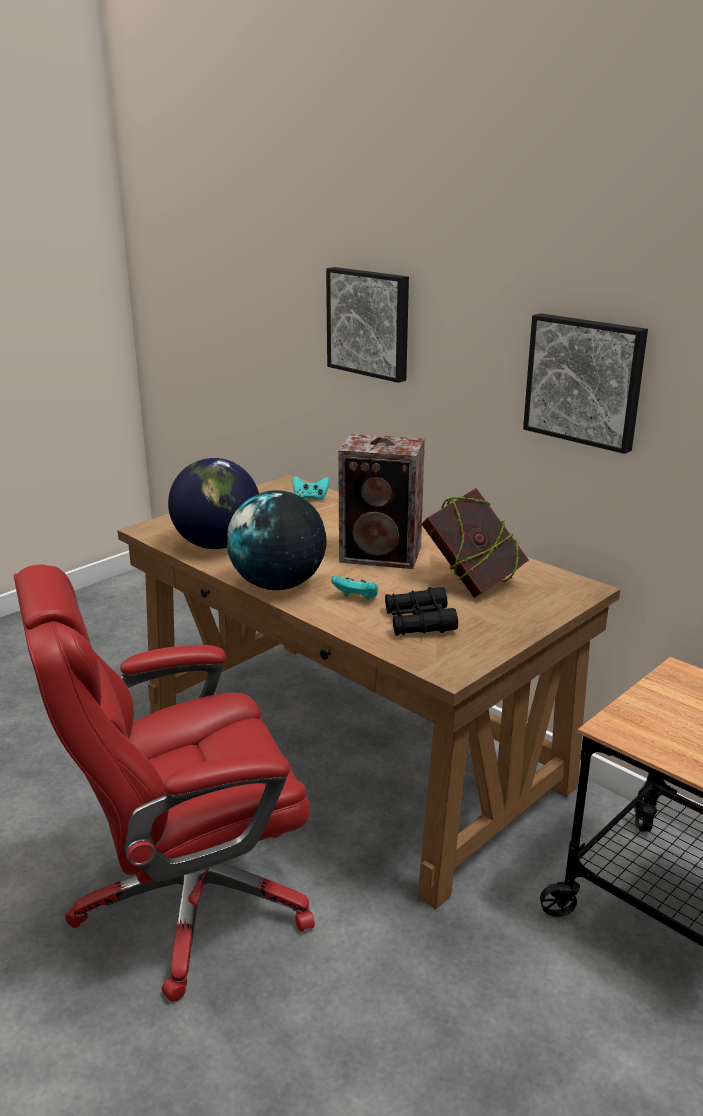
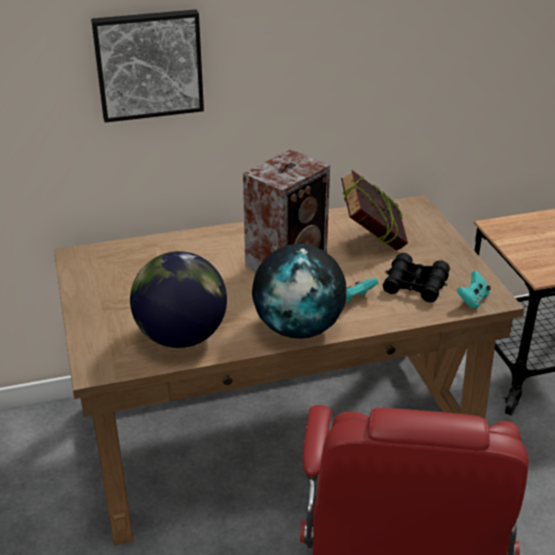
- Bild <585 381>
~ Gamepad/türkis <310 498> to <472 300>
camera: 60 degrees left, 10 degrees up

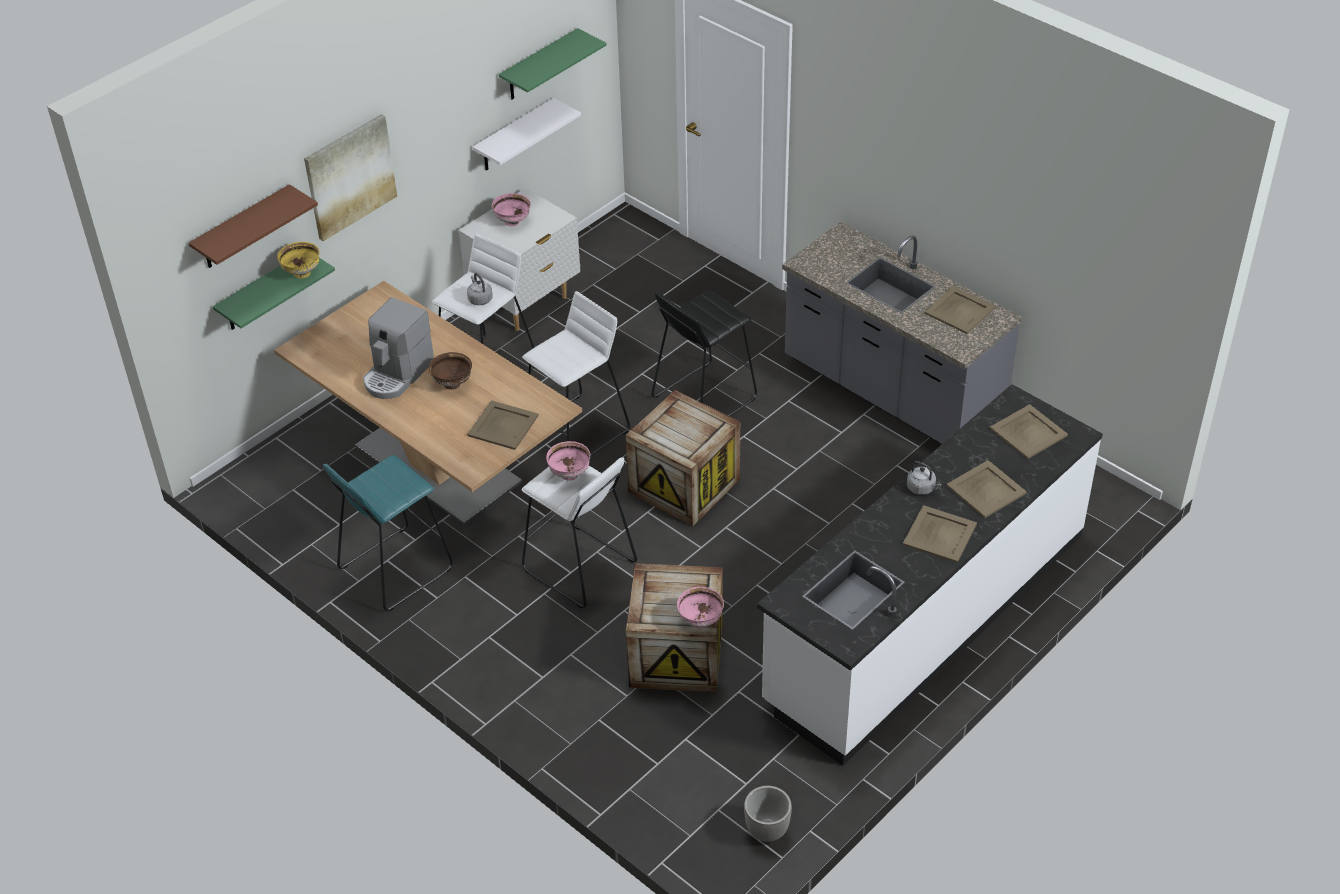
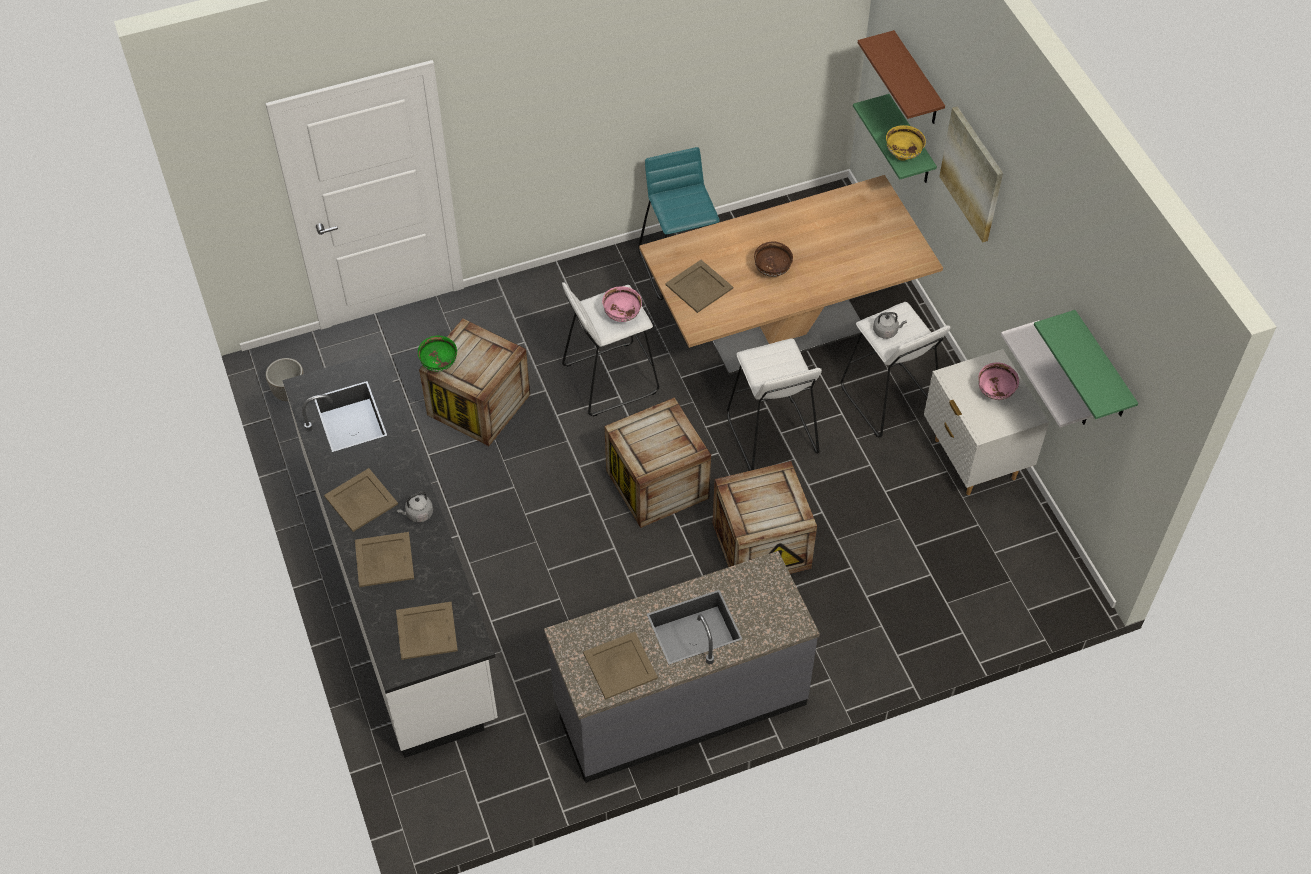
- Kaffeemaschine <397 374>
~ Hocker/schwarz <703 398> to Kiste <761 545>
~ Schüssel/rosa <700 620> to Schüssel/grün <439 365>
camera: 115 degrees right, 10 degrees up

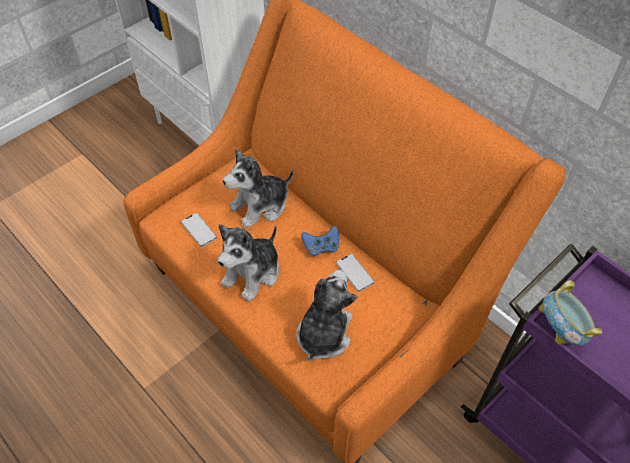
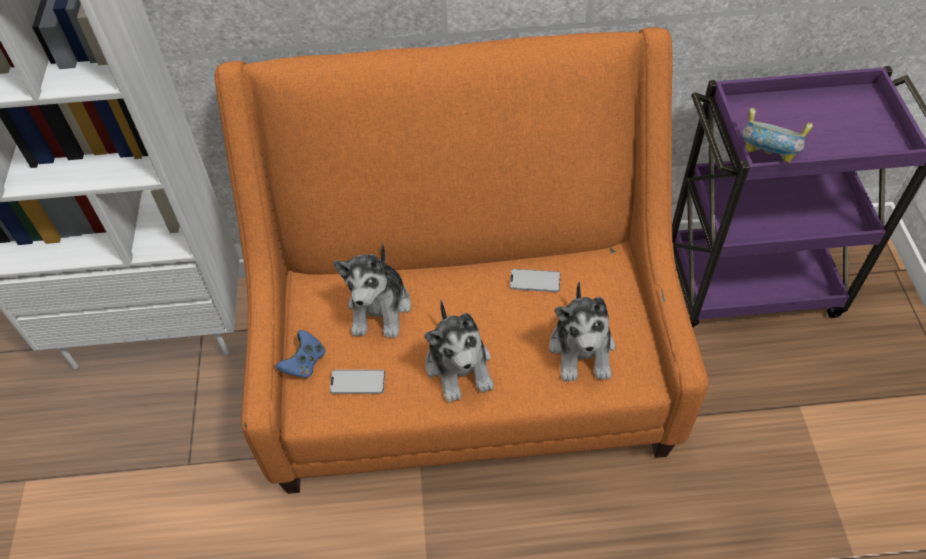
~ Gamepad/blau <321 247> to <304 363>
~ Plüschtier <323 334> = <582 349> 150 degrees counterclockwise
camera: 50 degrees left, 0 degrees up

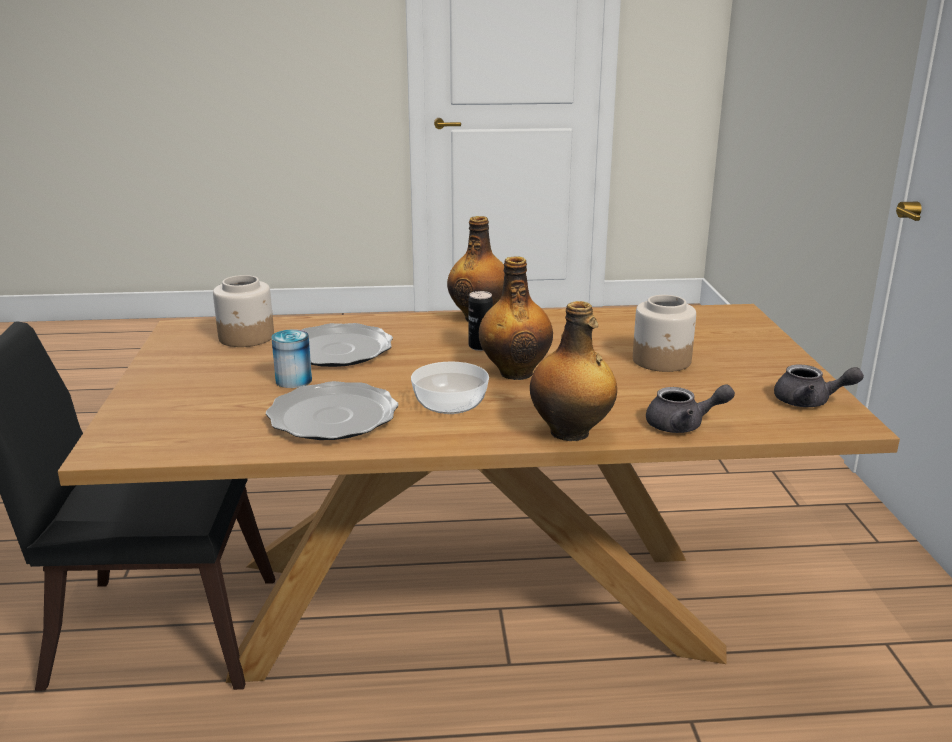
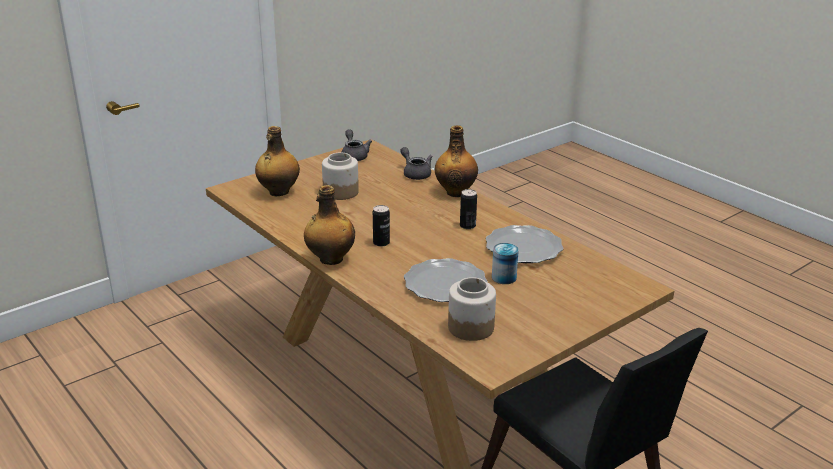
~ Flasche <515 372> to <278 192>
~ Schüssel <449 404> to Dose <467 226>
camera: 125 degrees left, 5 degrees up

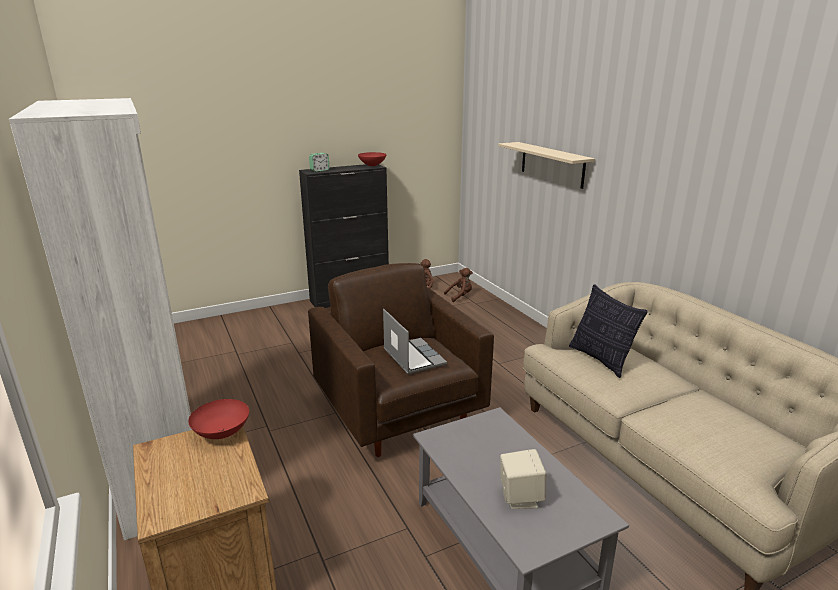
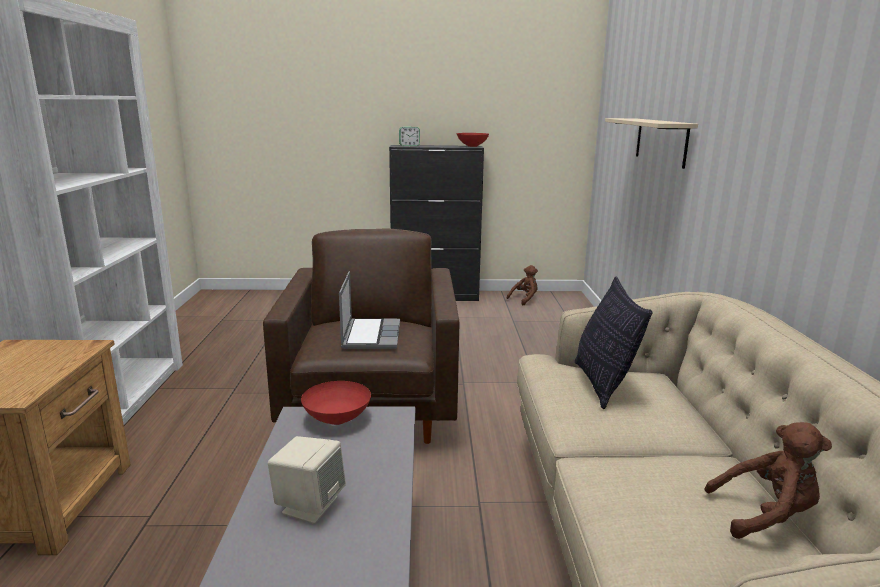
~ Schüssel/rot <222 432> to <337 418>
~ Plüschtier/braun <460 296> to <765 515>
camera: 25 degrees right, 5 degrees down

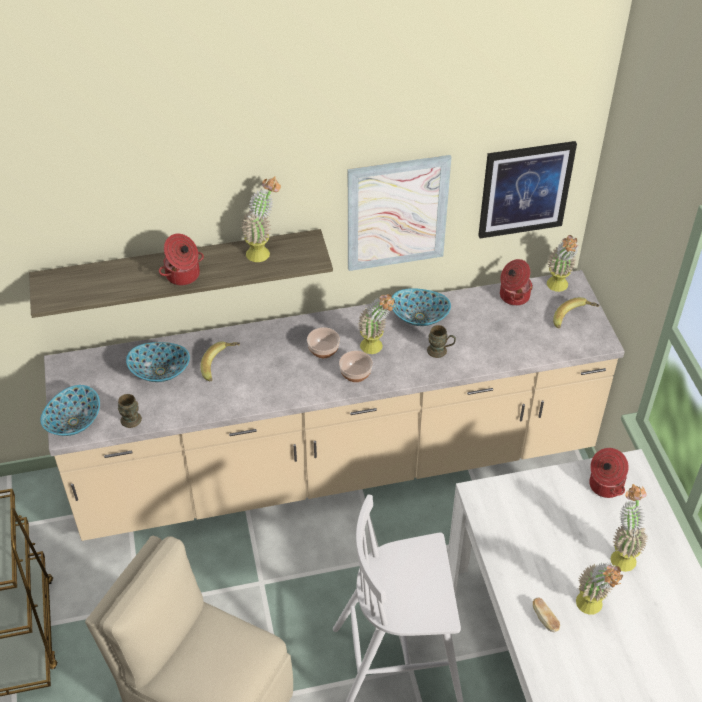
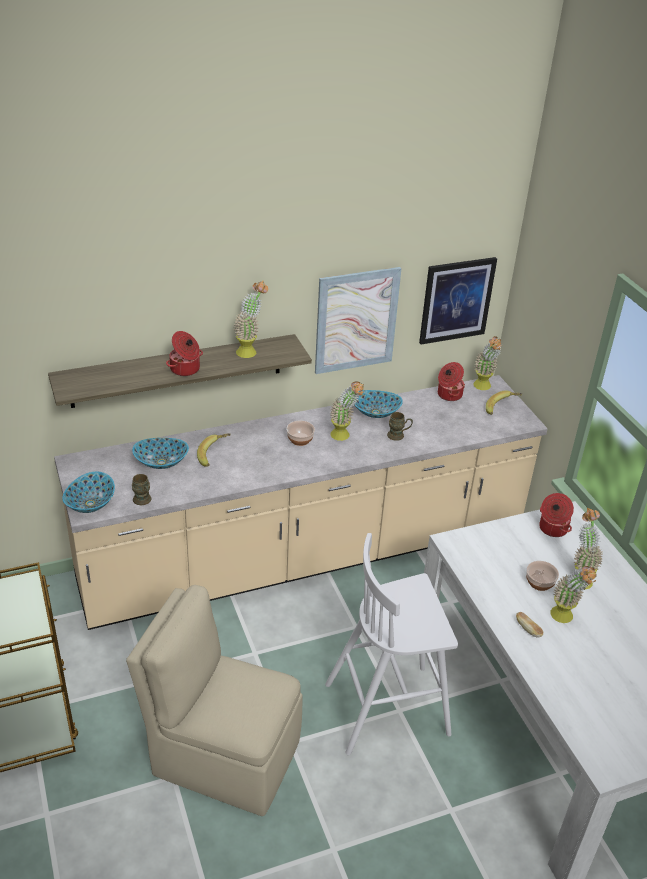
~ Schüssel <355 373> to <539 582>
camera: 10 degrees left, 10 degrees down

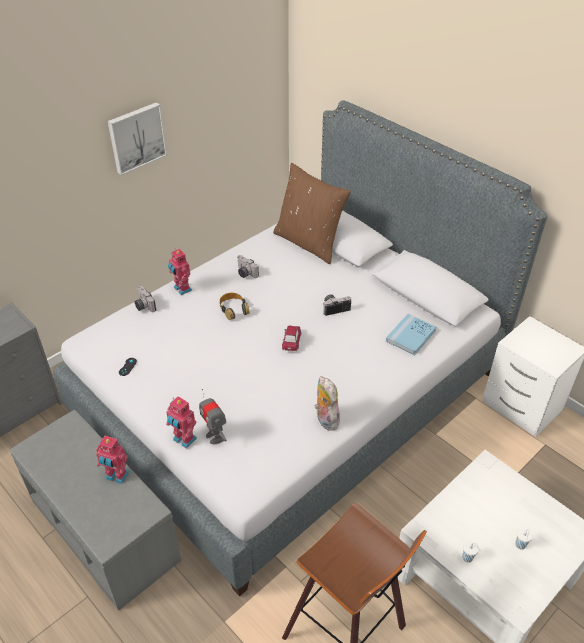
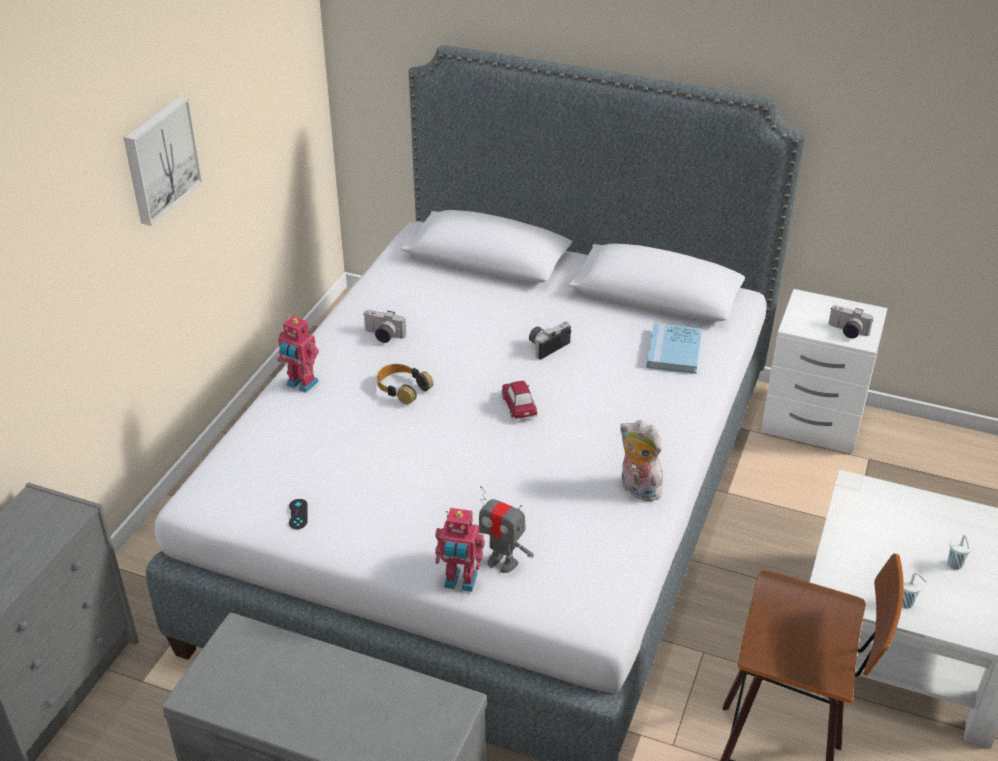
- Spielzeugroboter <116 476>
- Kissen/braun <309 242>
~ Kamera <143 305> to <847 332>
camera: 25 degrees left, 5 degrees down

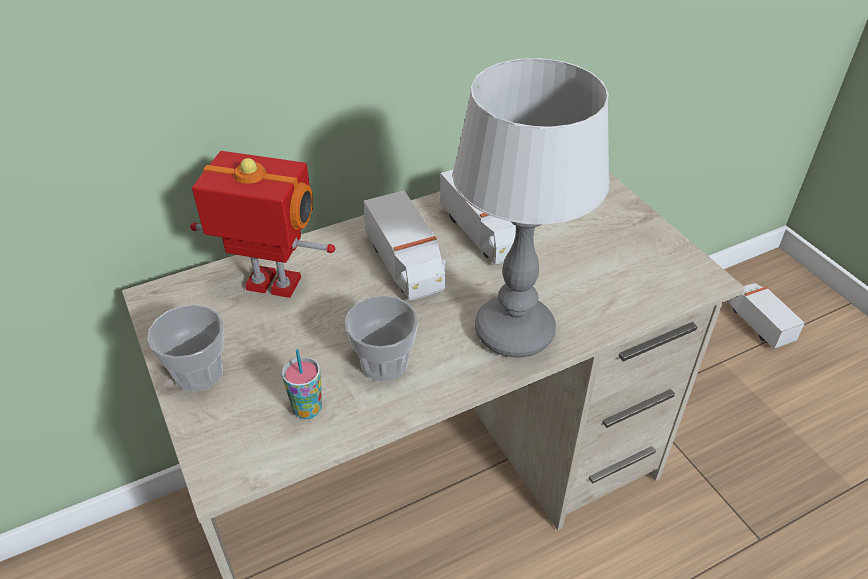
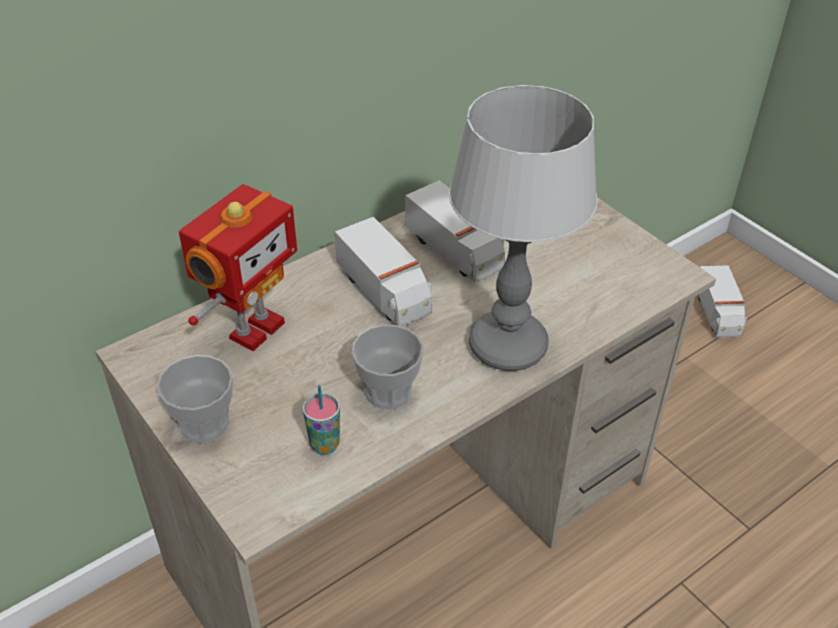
~ Spielzeugroboter <272 286> = <254 329> 120 degrees clockwise
~ Spielzeuglaster <758 323> = <717 314> 150 degrees counterclockwise
camera: 10 degrees left, 0 degrees up

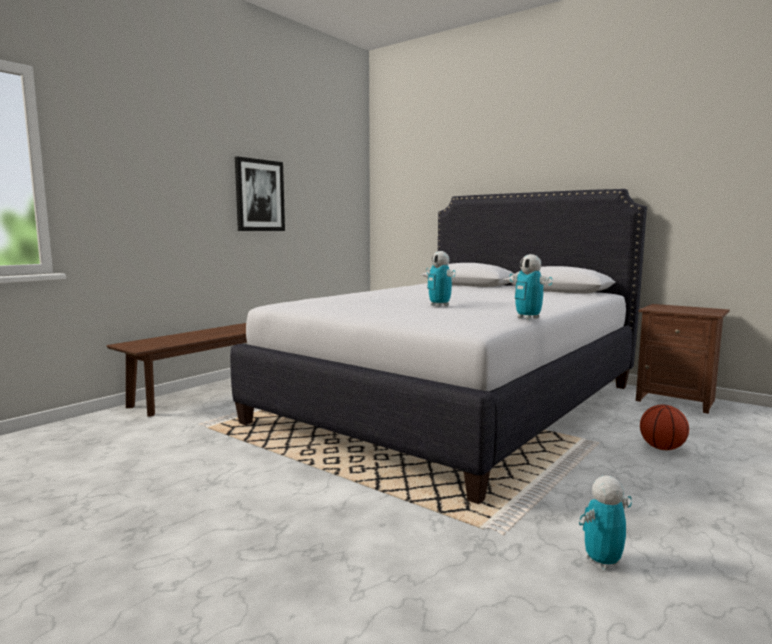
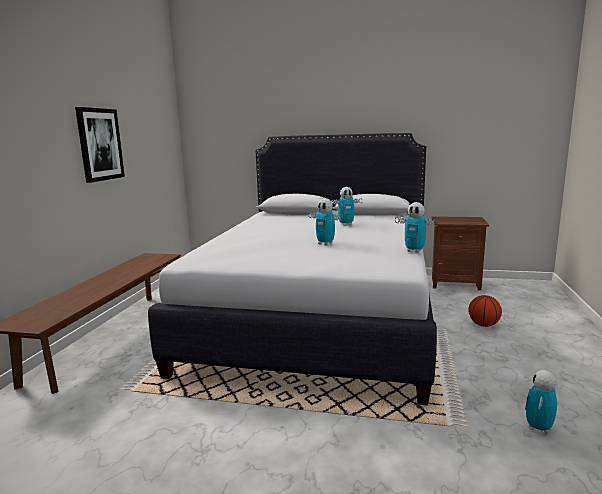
+ Spielzeugroboter <346 224>
camera: 25 degrees left, 5 degrees up

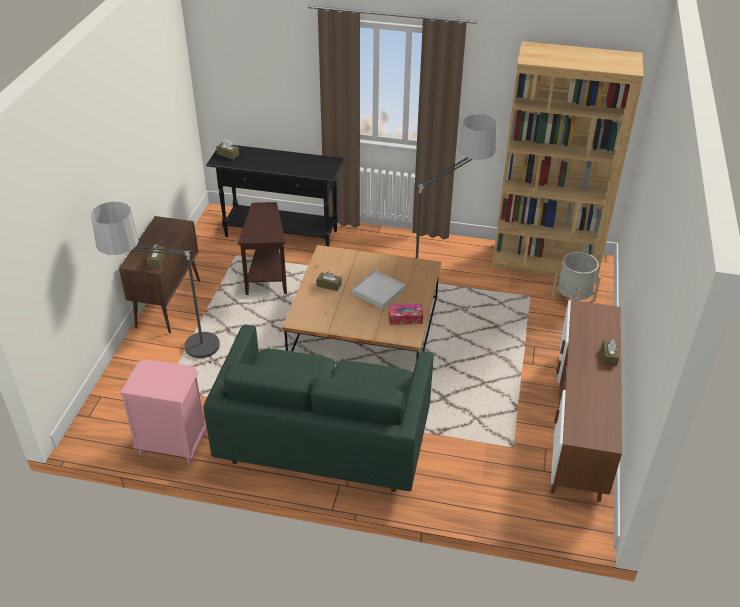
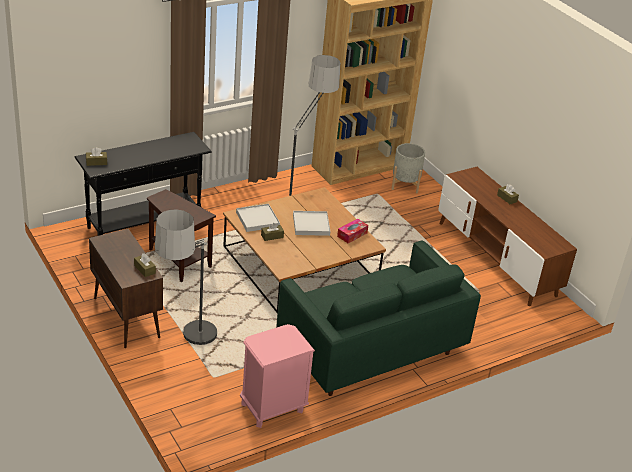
+ Tablett/weiß <257 219>
camera: 45 degrees left, 5 degrees down

